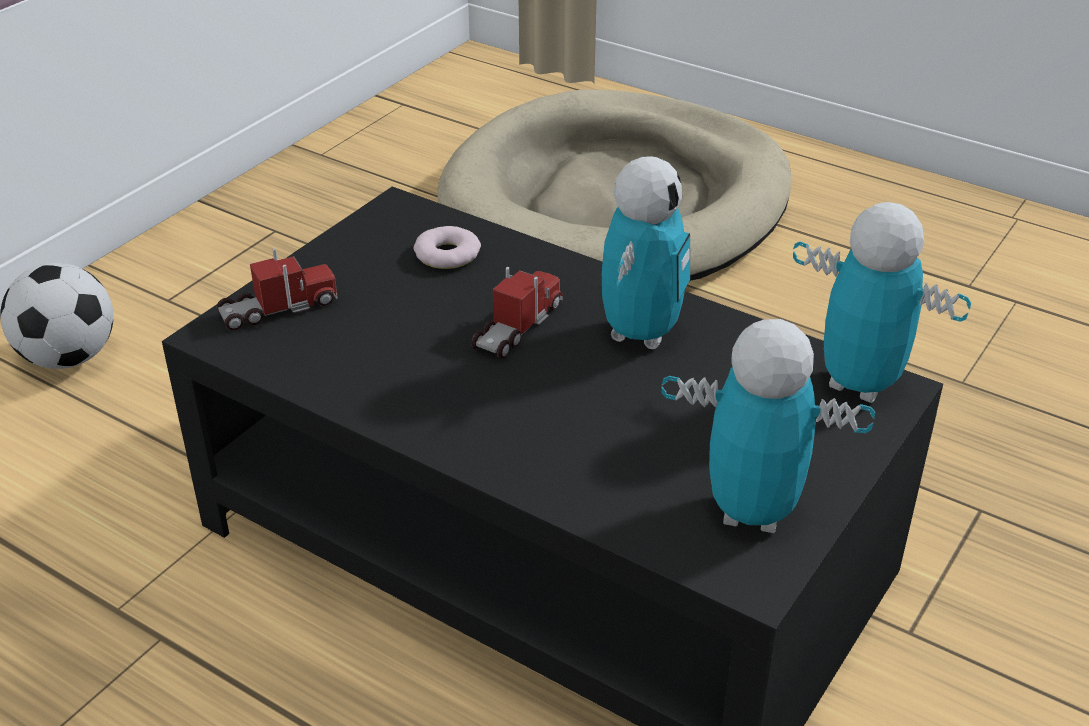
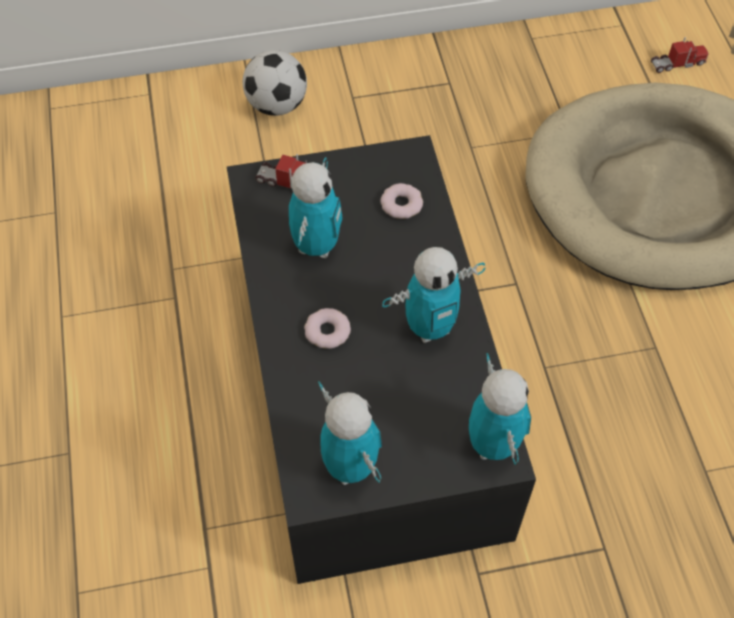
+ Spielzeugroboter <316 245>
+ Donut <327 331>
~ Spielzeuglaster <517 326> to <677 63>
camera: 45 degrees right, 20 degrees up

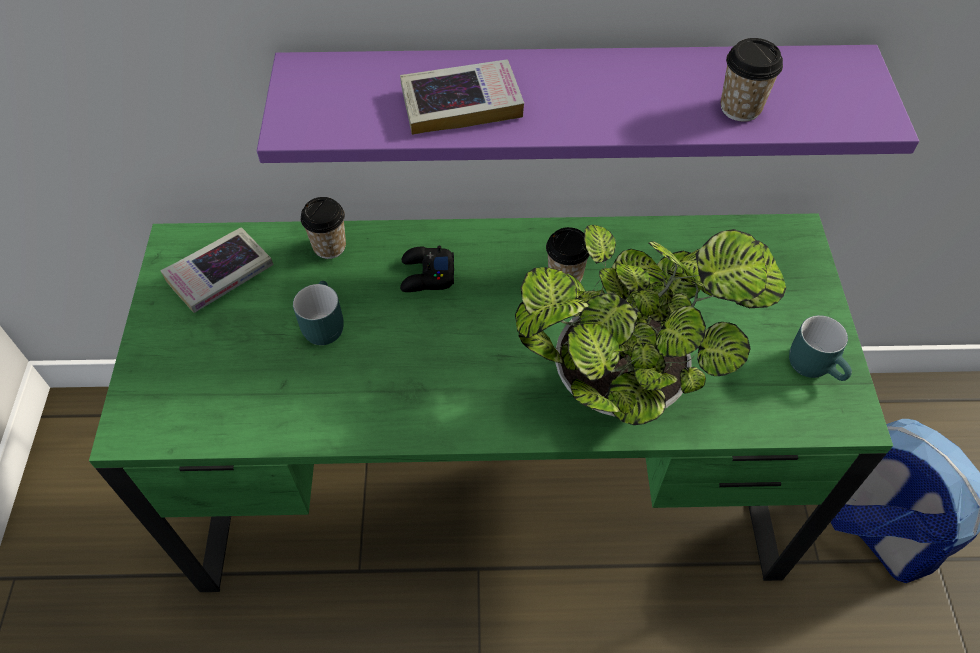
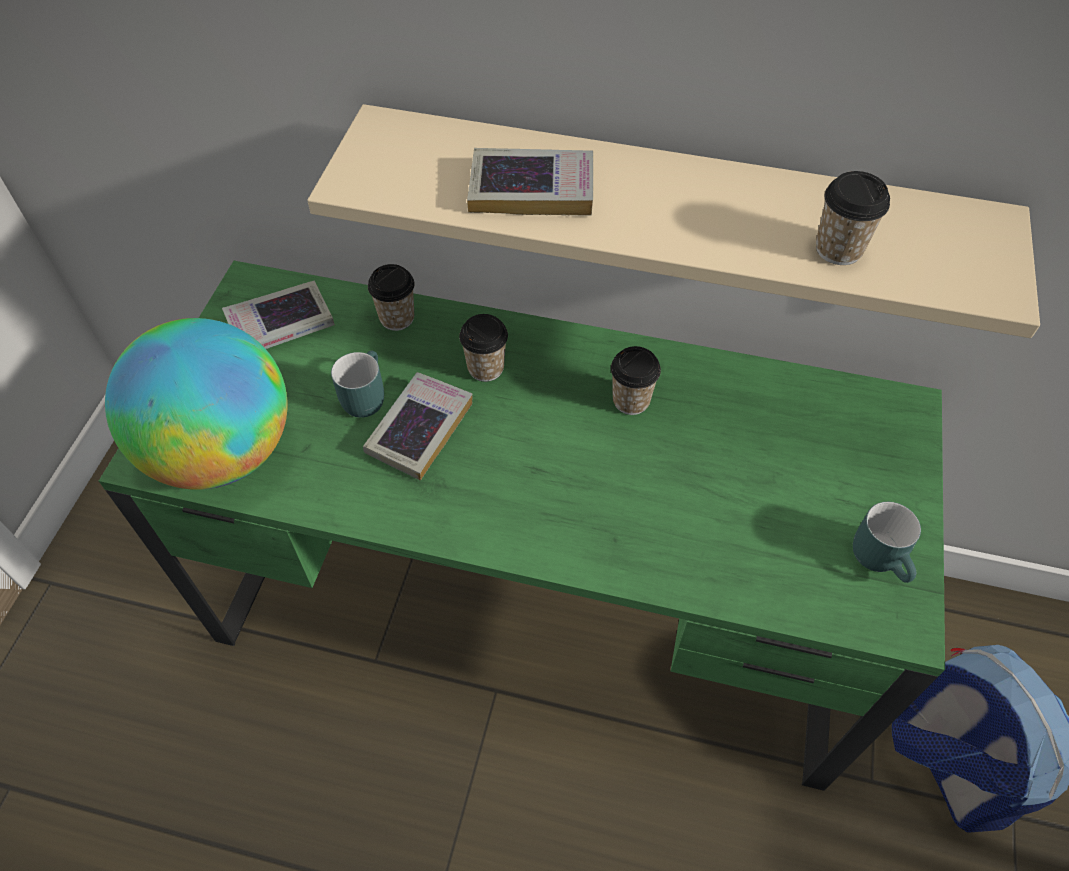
- Topfpflanze <627 382>
+ Globus <222 451>
+ Buch <419 429>
~ Gamepad/schwarz <426 275> to Tasse <485 368>
~ Wandregal/lila <572 98> to Wandregal/beige <670 206>
camera: 15 degrees right, 0 degrees up

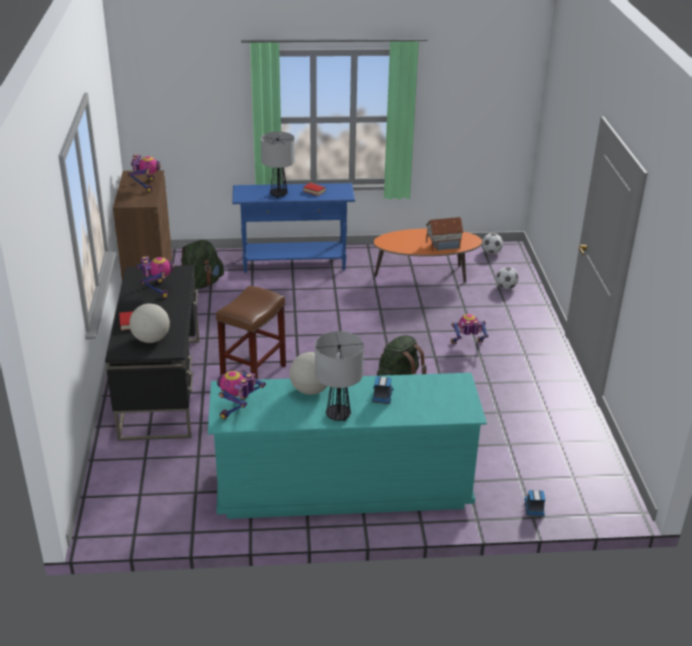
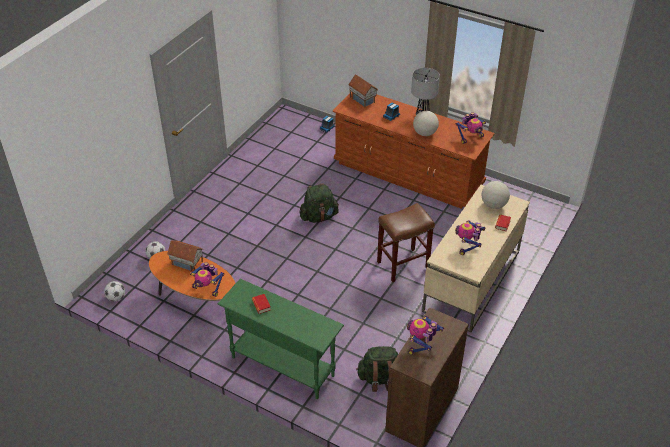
- Tischlampe <279 194>
+ Spielzeughaus <363 99>
~ Spielzeugroboter <467 345> to <207 288>
~ Schreibtisch/schwarz <161 387> to Schreibtisch/beige <471 282>
~ Kommode/türkis <343 487> to Kommode/braun <408 173>
~ Konsolentisch/blau <294 263> to Konsolentisch/grün <282 366>
camera: 145 degrees left, 10 degrees up

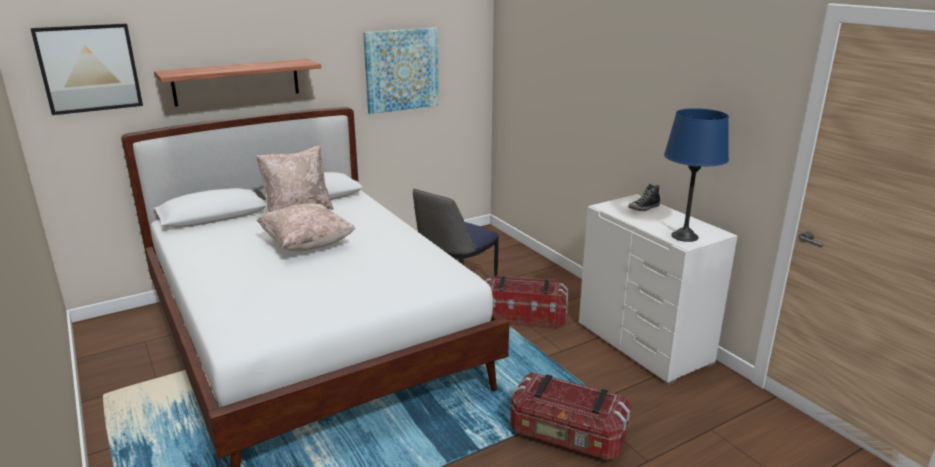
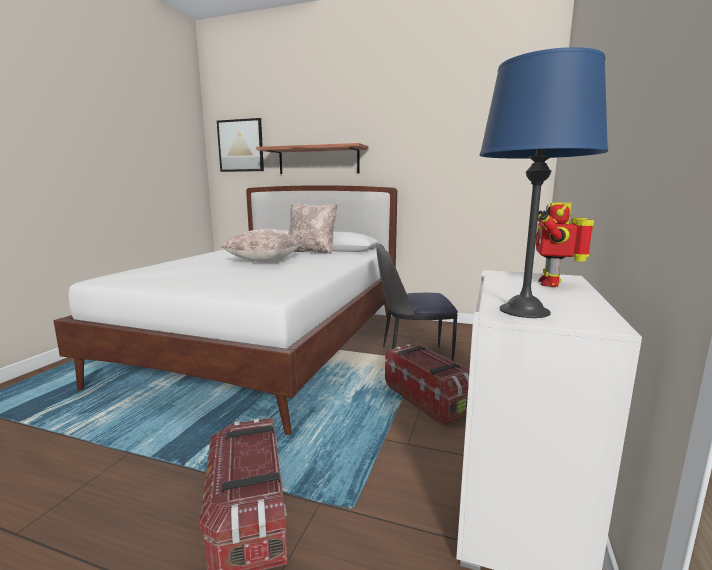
- Bild <401 70>
~ Schuh <644 208> to Spielzeugroboter <551 283>
camera: 50 degrees right, 10 degrees down

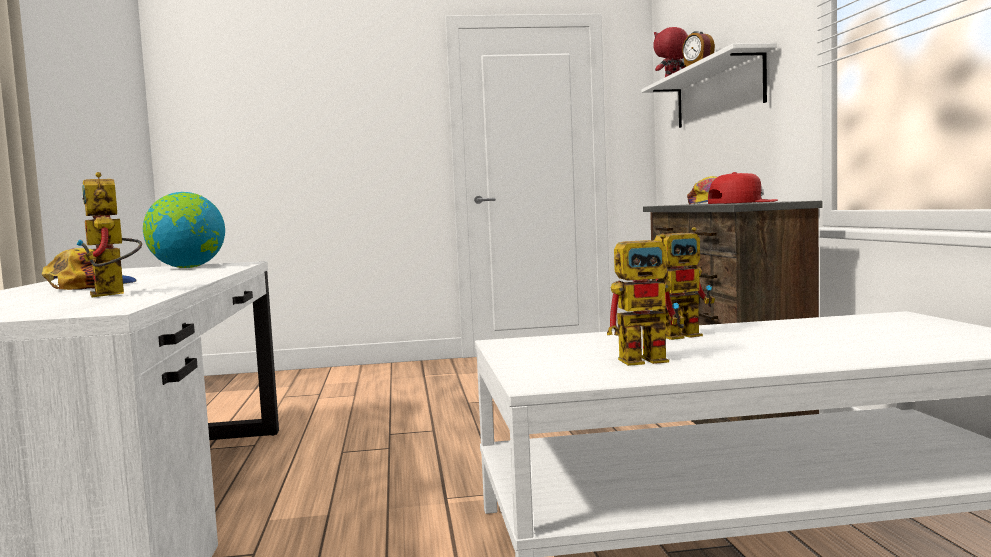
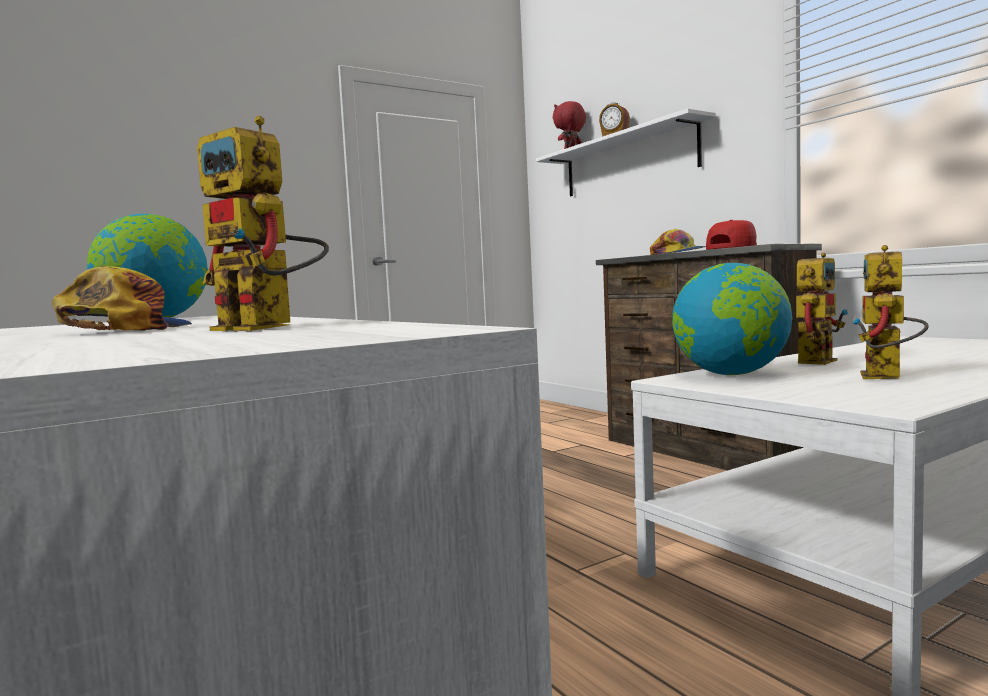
+ Globus <731 374>
~ Spielzeugroboter <652 359> = <887 378> 150 degrees clockwise
camera: 25 degrees left, 0 degrees up

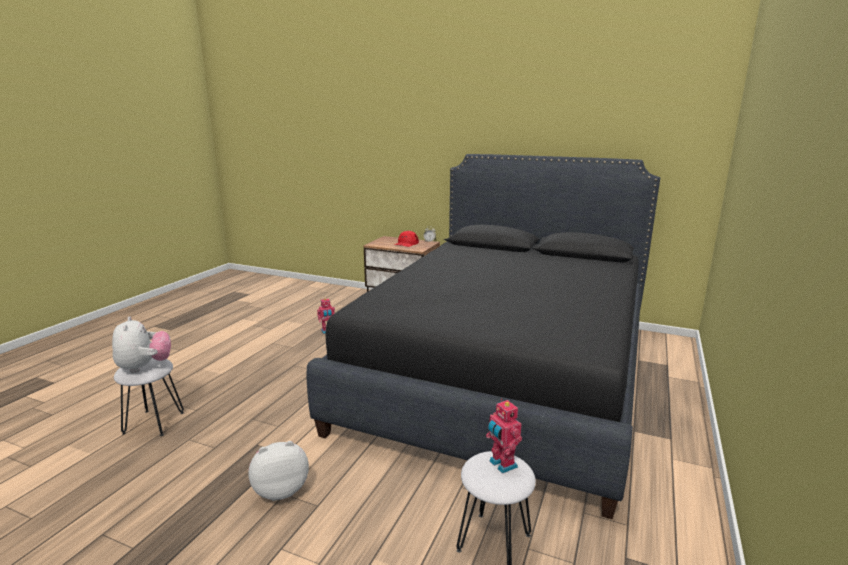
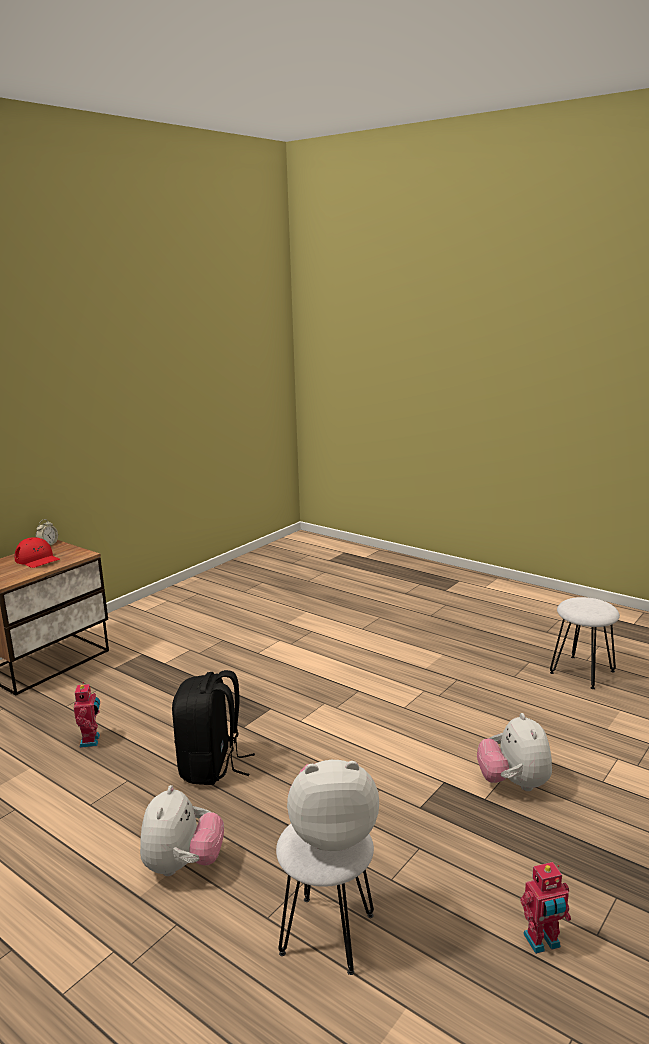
- Bett/schwarz <505 374>
+ Plüschtier <183 865>
+ Rucksack/schwarz <212 767>
~ Spielzeugroboter <501 464> to <543 942>
camera: 75 degrees left, 0 degrees up

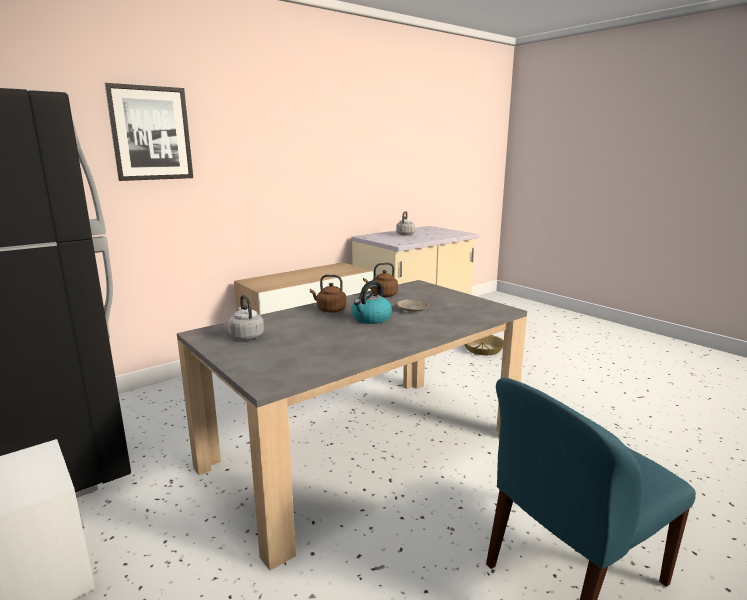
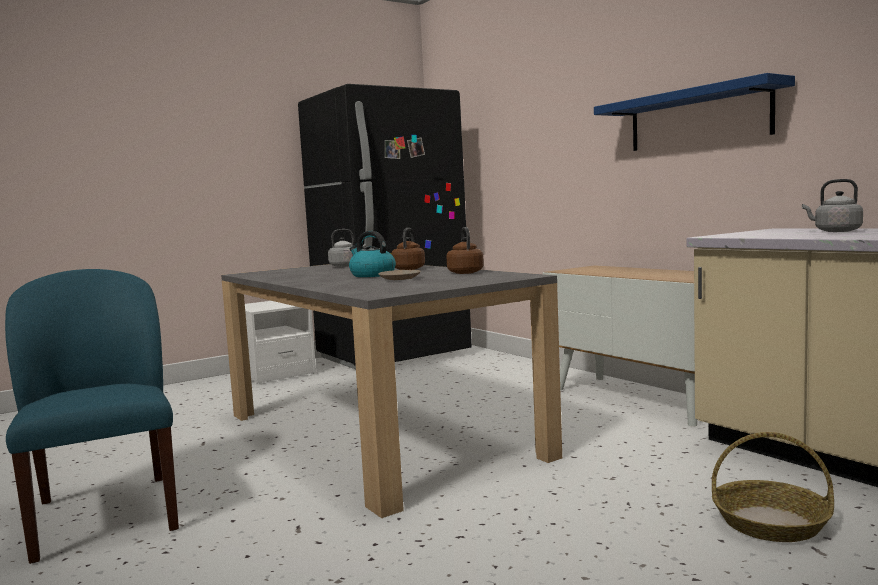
- Bild <151 133>
+ Wandregal/blau <697 118>
camera: 95 degrees right, 10 degrees down

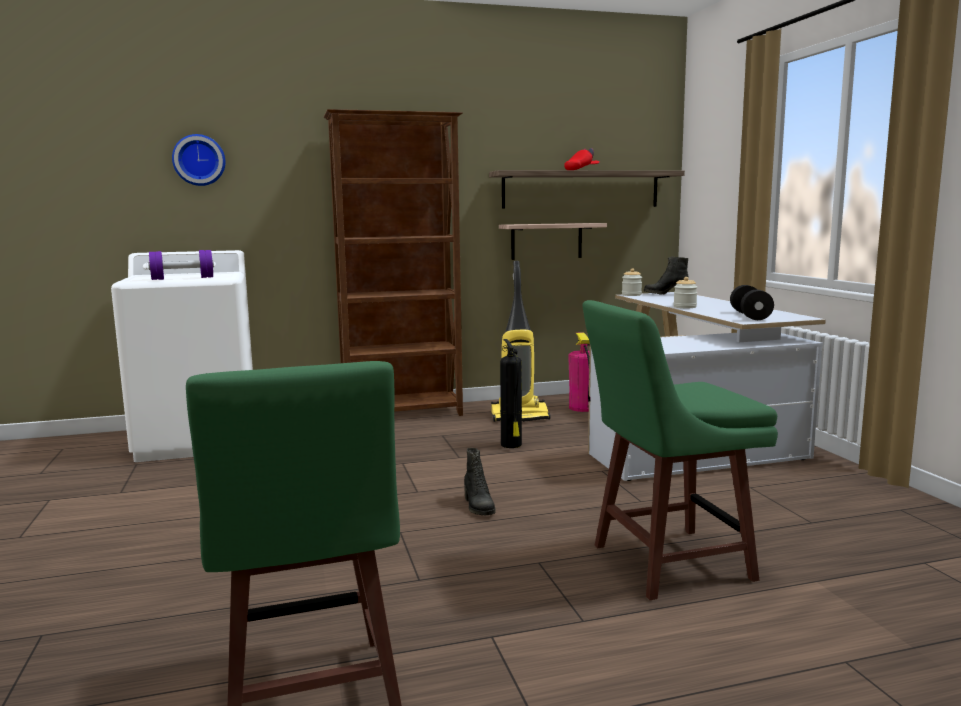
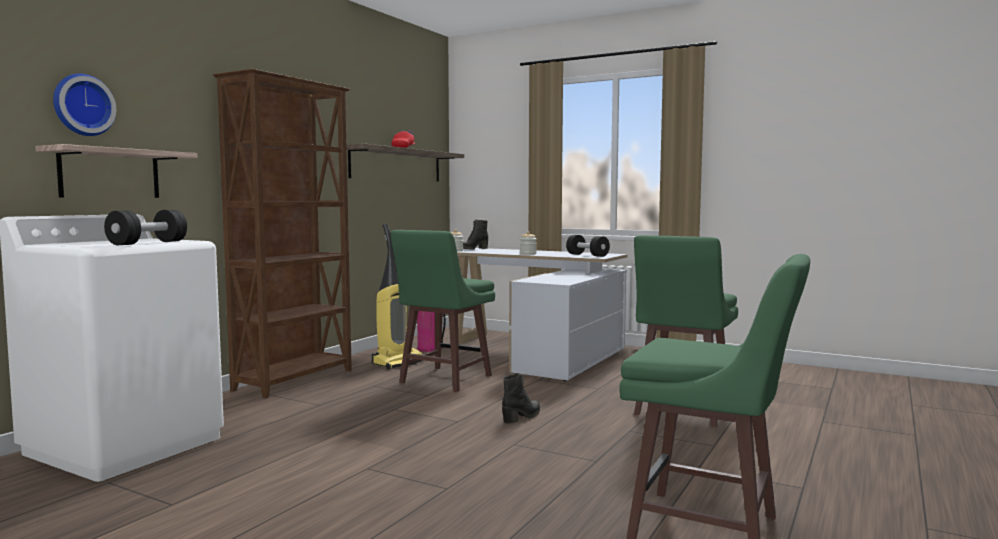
~ Wandregal <546 241> to <110 174>
~ Feuerlöscher <511 445> to Hocker/grün <443 380>
~ Hantel/lila <182 278> to Hantel/schwarz <148 243>
~ Stiefel/schwarz <478 507> = <522 417> 75 degrees counterclockwise
camera: 45 degrees left, 5 degrees down

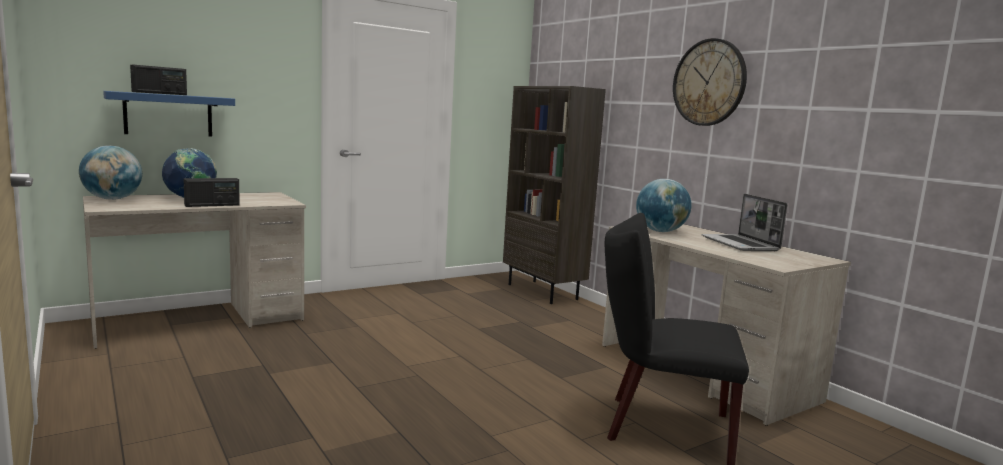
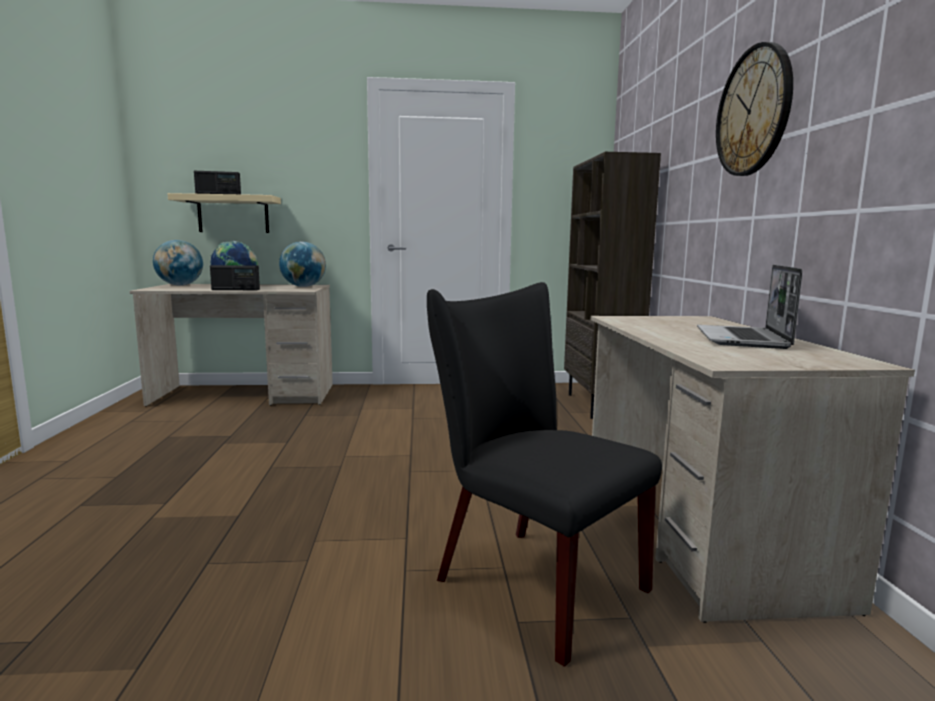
~ Globus <660 231> to <303 286>
~ Wandregal/blau <168 115> to Wandregal/beige <233 214>
camera: 30 degrees right, 0 degrees up

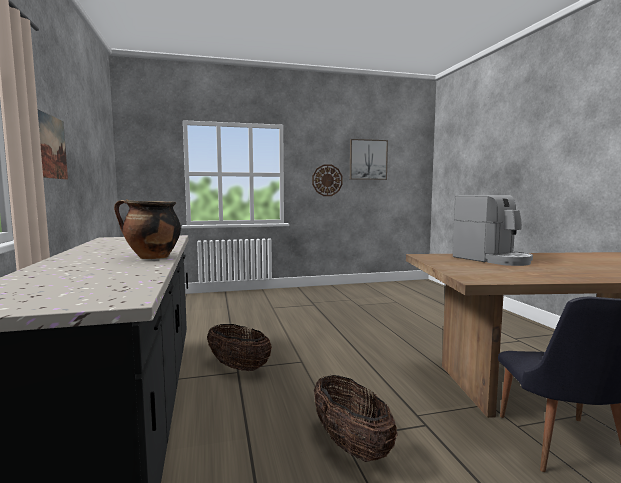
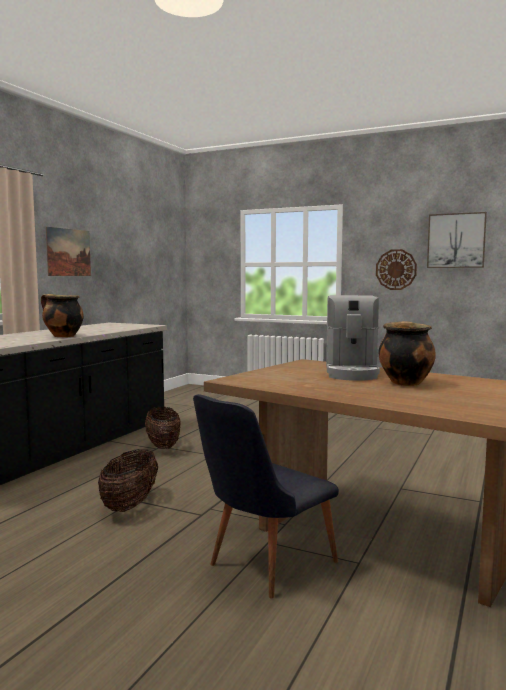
+ Kochtopf <404 383>
camera: 40 degrees right, 0 degrees up

